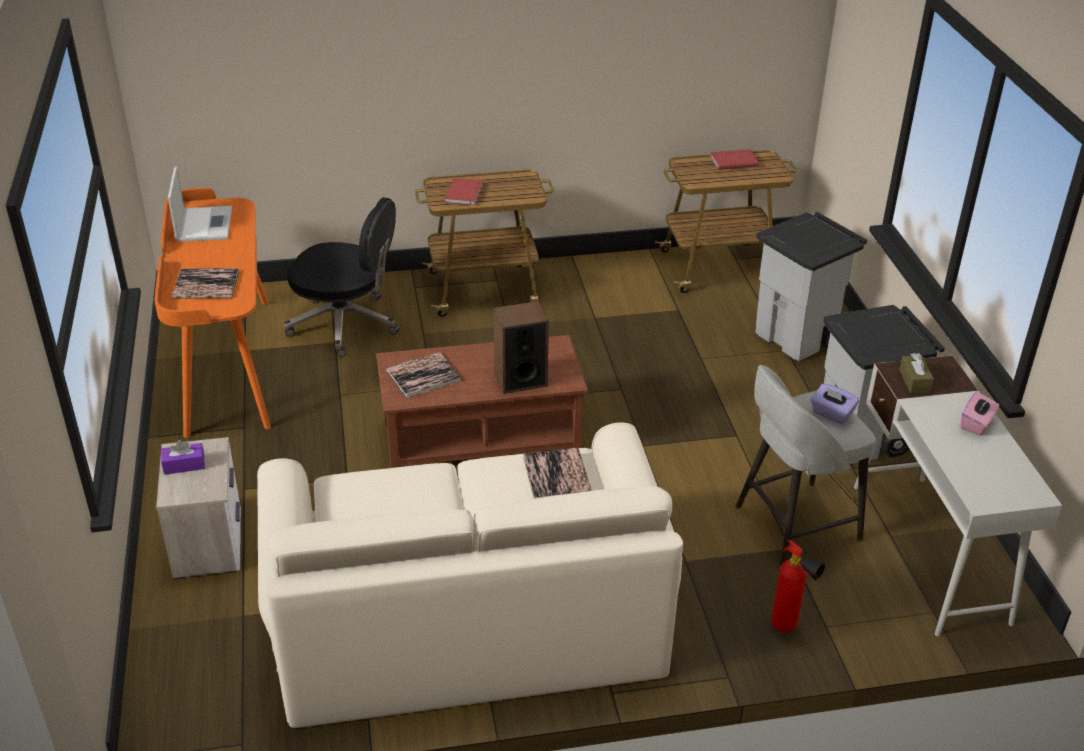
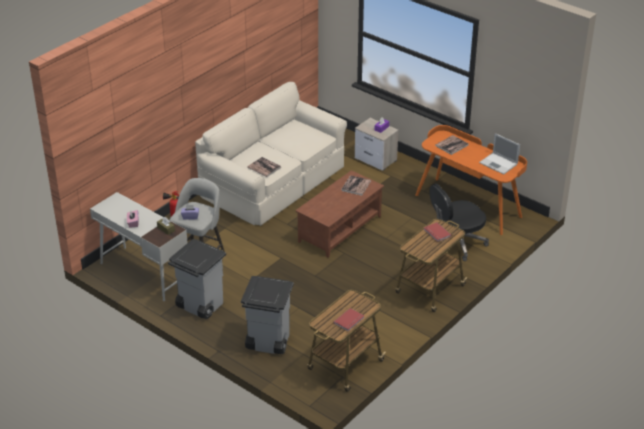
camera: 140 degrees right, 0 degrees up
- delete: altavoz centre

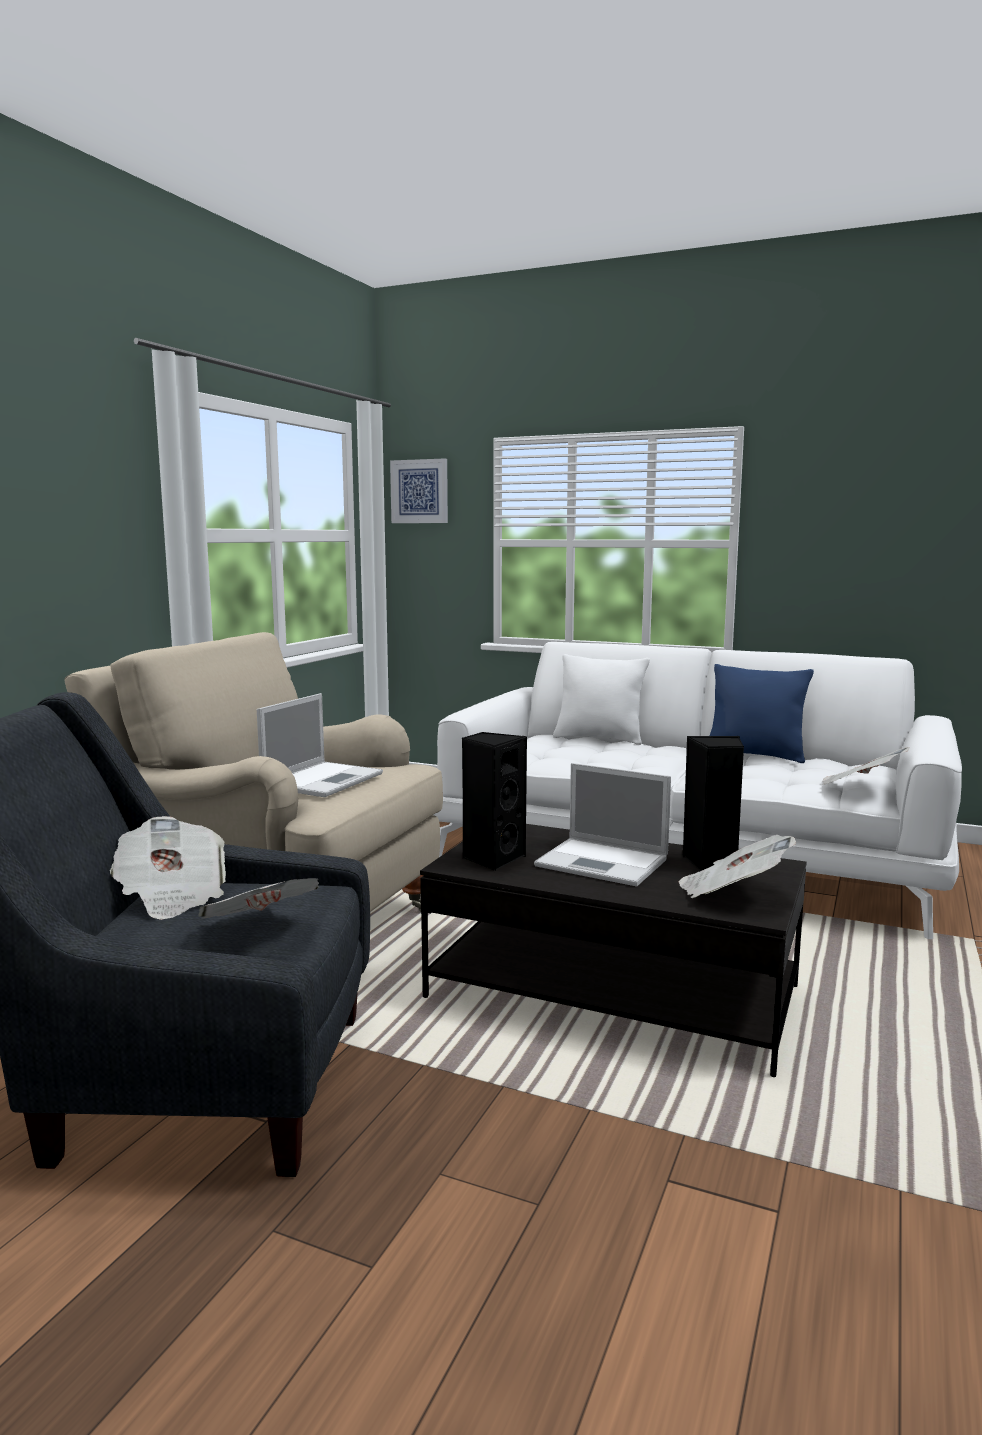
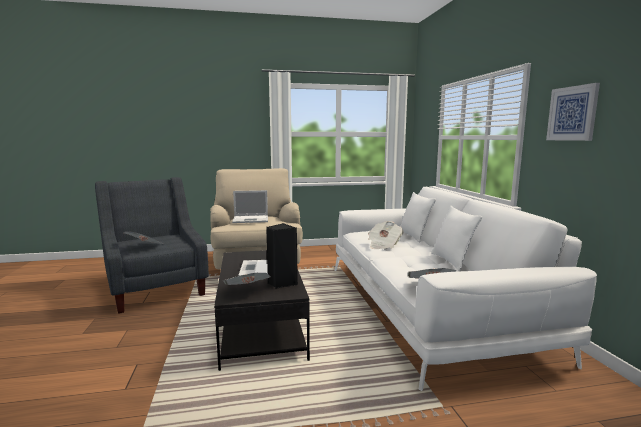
camera: 55 degrees right, 0 degrees up
- move: periódico (1st from left in the first image) middle left to periódico (3rd from left) centre
- recolor: cojín (azul) middle right to cojín (blanco) (2nd from left) middle right
- move: cuadro centre to top right
- delete: altavoz (negro) (1st from left) centre

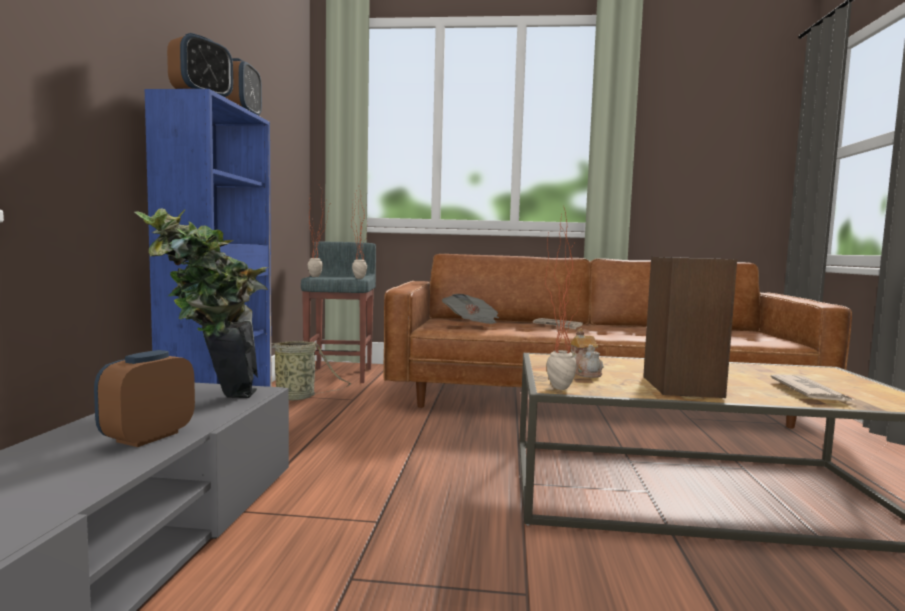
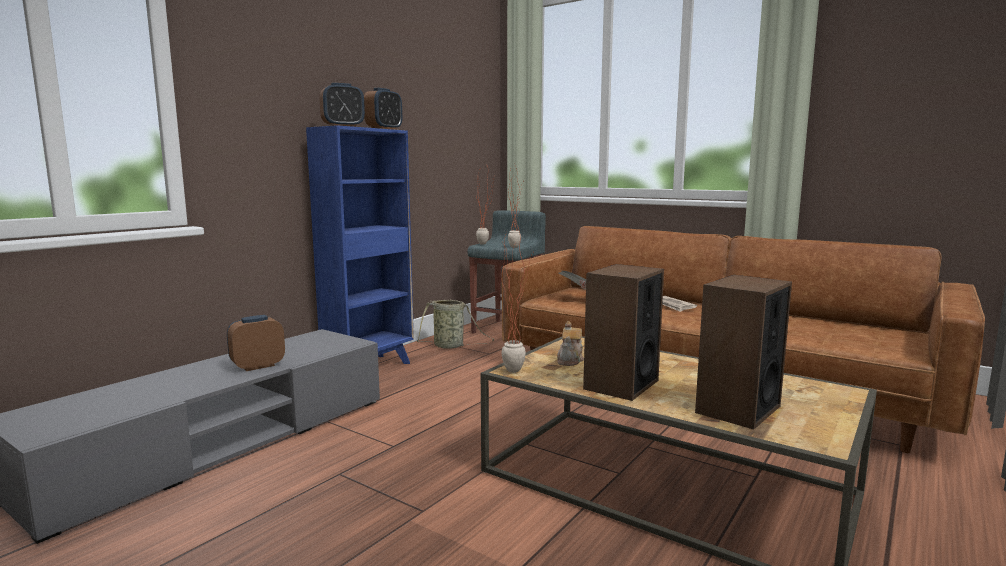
camera: 30 degrees right, 5 degrees up
- replace: periódico (3rd from left) middle right to altavoz (2nd from left) middle right
- delete: planta en maceta (1st from left) middle left

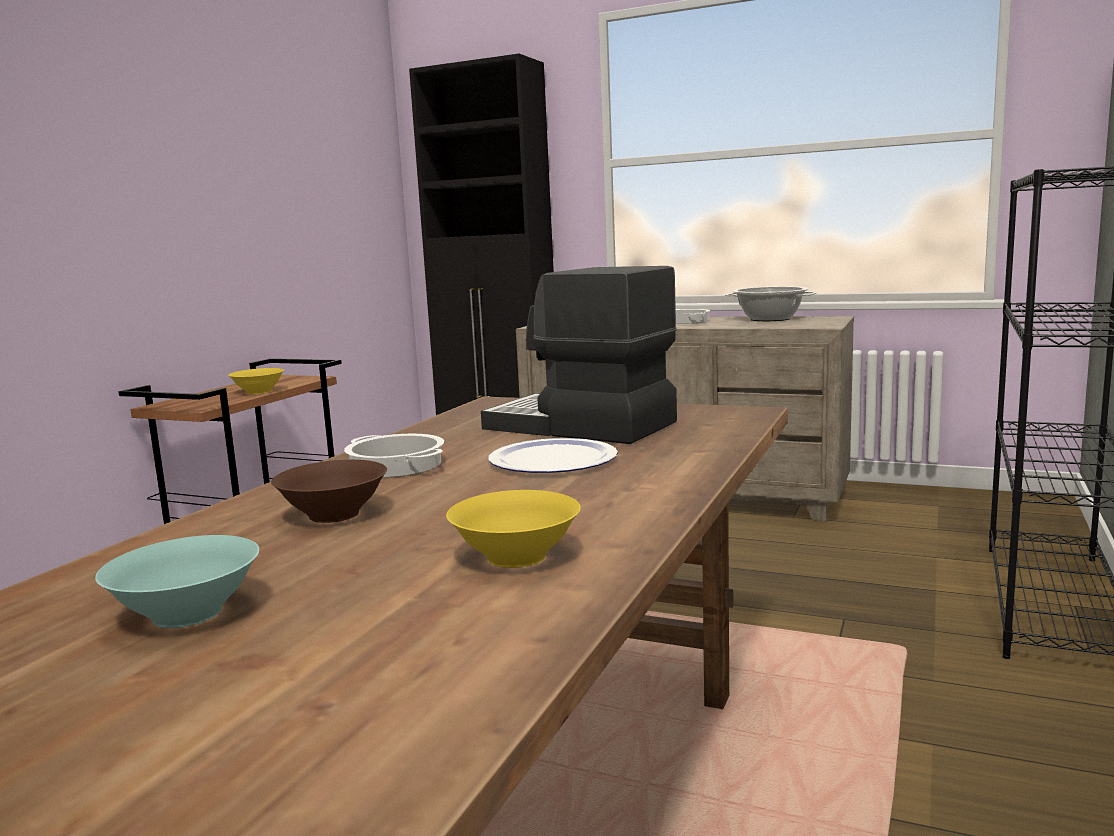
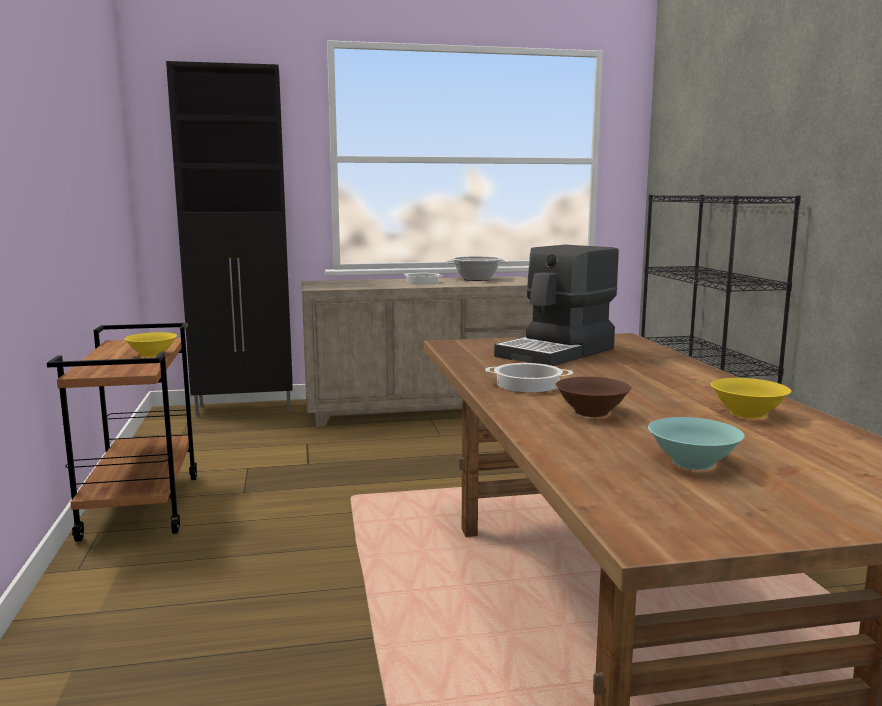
camera: 35 degrees left, 0 degrees up
- rotate: cafetera centre = centre 45 degrees counterclockwise
- delete: plato centre

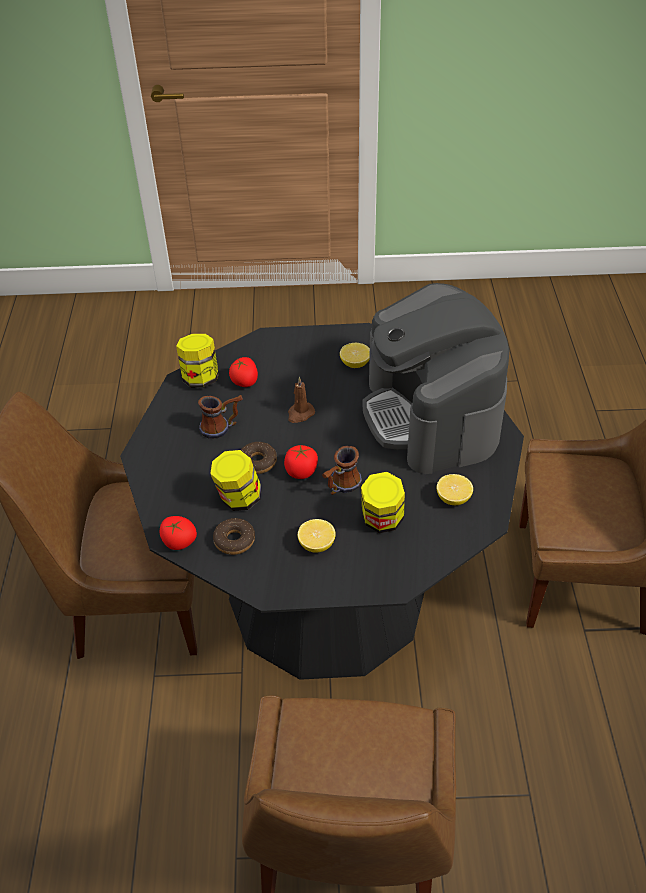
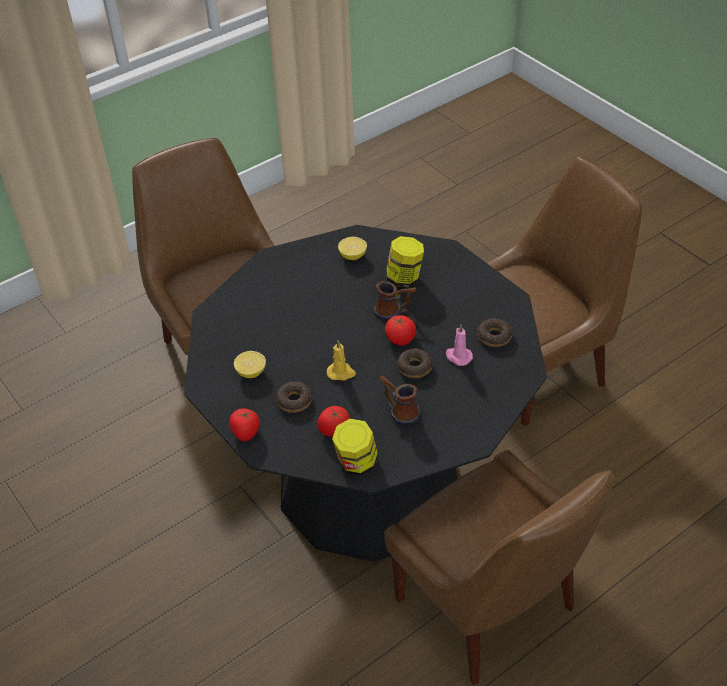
camera: 125 degrees left, 0 degrees up
- move: tomate (1st from left) middle left to centre
- insert: rosquilla (1st from left) centre
- recolor: vela (marrón) centre to vela (amarillo) centre
- replace: tarro (2nd from left) centre to vela (rosa) centre
- delete: limón (1st from left) centre
- delete: cafetera middle right

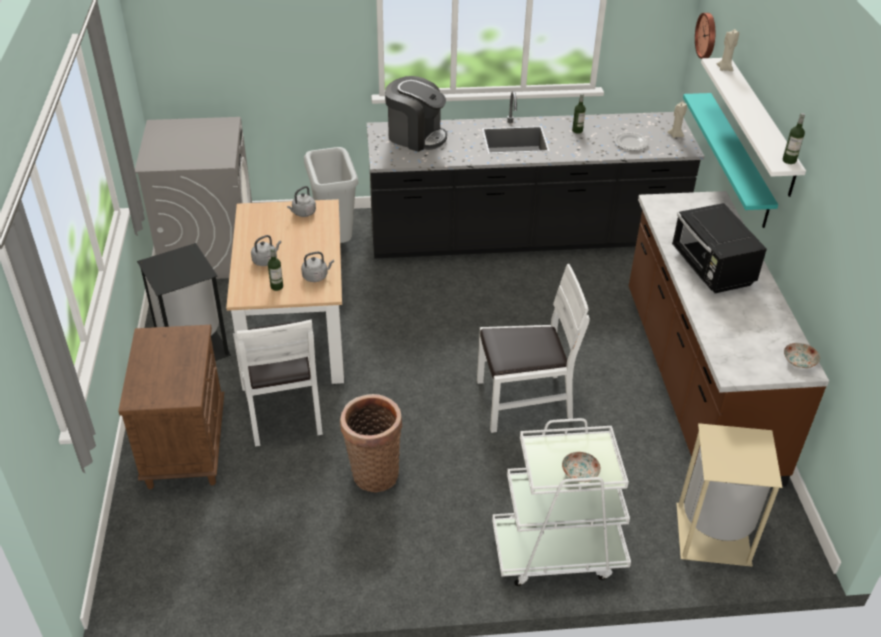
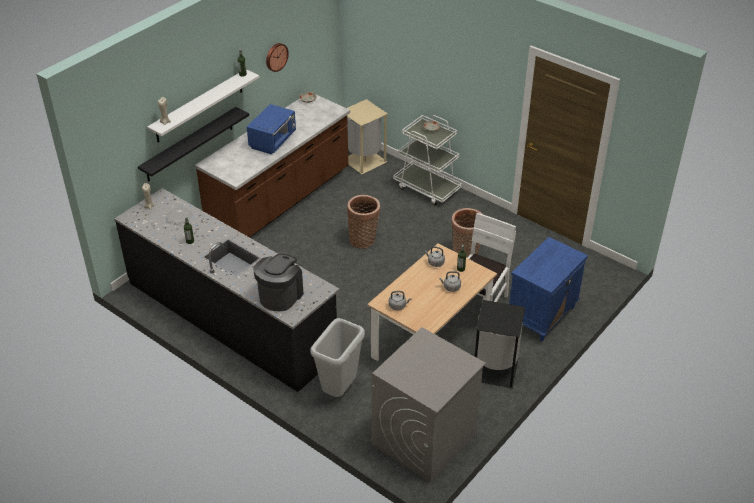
camera: 135 degrees left, 0 degrees up
- recolor: estante (turquesa) top right to estante (negro) top left
- recolor: microondas (negro) middle right to microondas (azul) top centre
- rotate: cafetera top centre = centre 45 degrees clockwise
- move: reloj de pared top right to top centre
- replace: silla (blanco) (2nd from left) centre to cesta (1st from left) centre
- recolor: mesita de noche (marrón) middle left to mesita de noche (azul) middle right

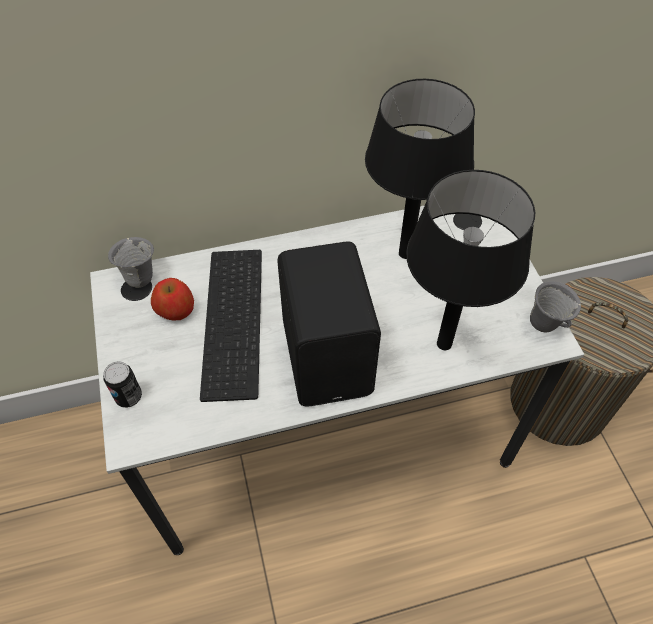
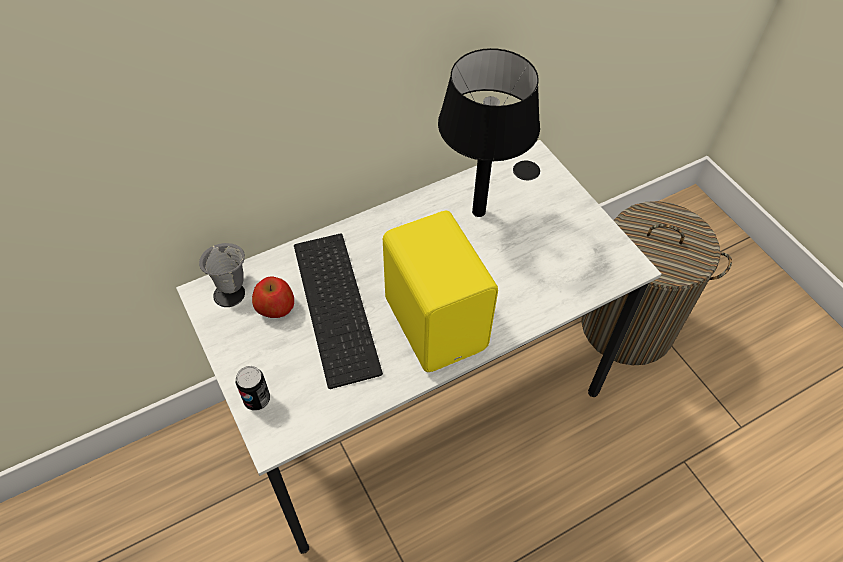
camera: 15 degrees left, 0 degrees up
- recolor: altavoz (negro) centre to altavoz (amarillo) centre
- delete: lámpara de mesa (negro) (2nd from left) middle right
- delete: taza grande (gris) (2nd from left) middle right

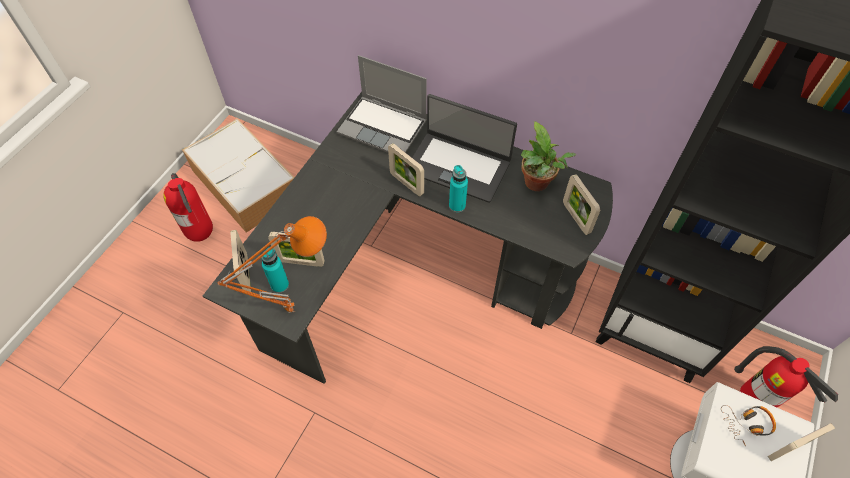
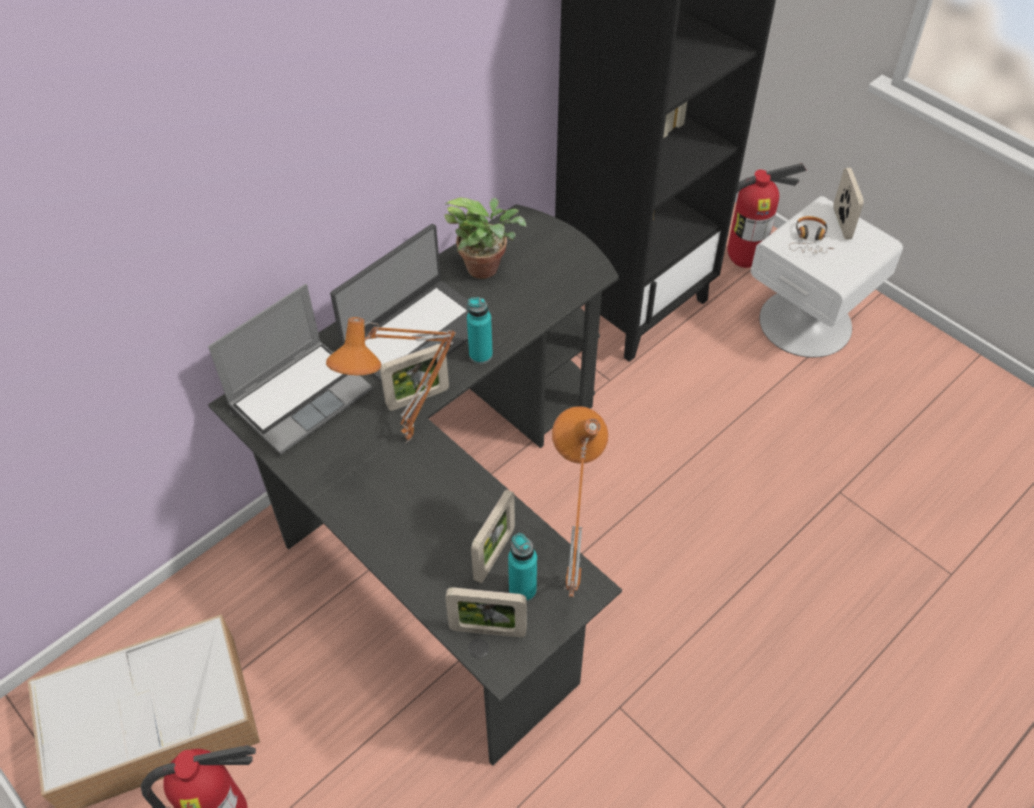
camera: 70 degrees left, 5 degrees down
- insert: lámpara de mesa (naranja) (1st from left) centre
- delete: portarretratos (4th from left) middle right

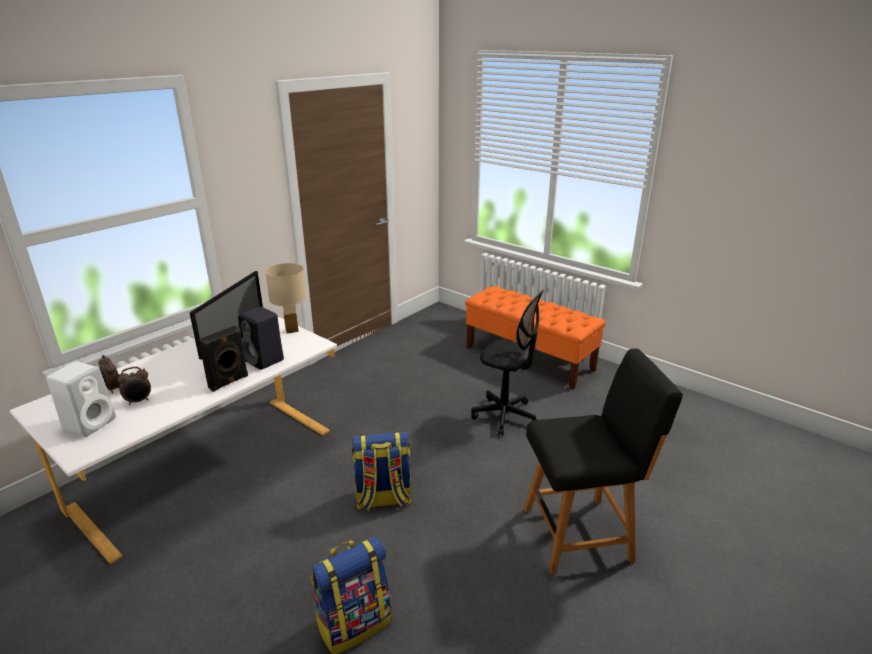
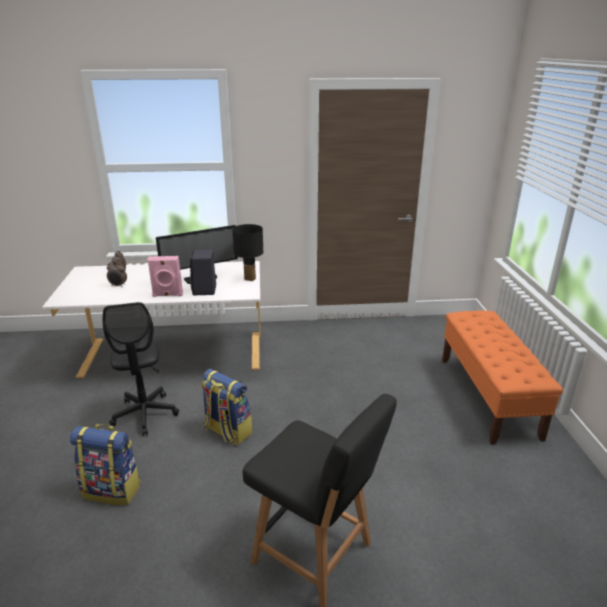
camera: 45 degrees right, 0 degrees up
- move: silla de oficina (negro) centre to middle left
- recolor: altavoz (negro) (1st from left) middle left to altavoz (rosa) middle left
- recolor: lámpara de mesa (beis) middle left to lámpara de mesa (negro) centre
- delete: altavoz (blanco) middle left

